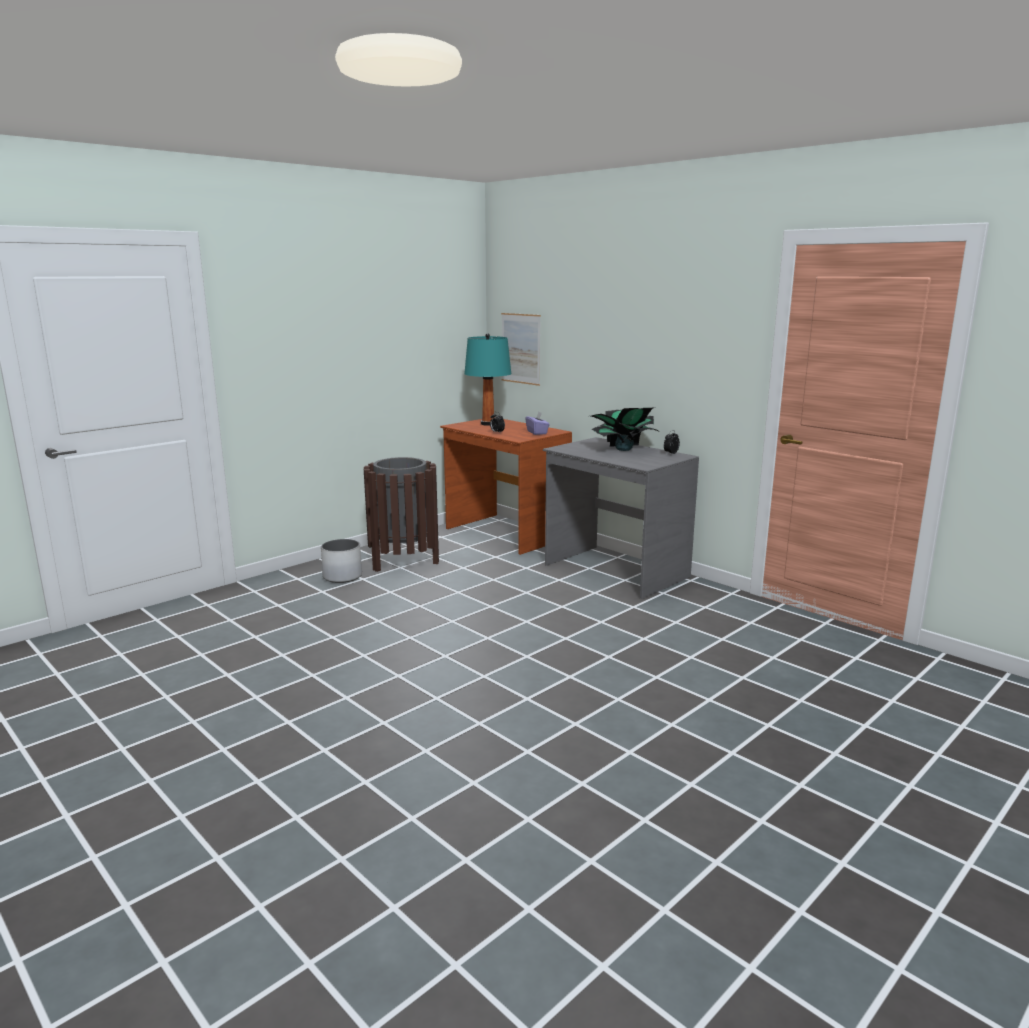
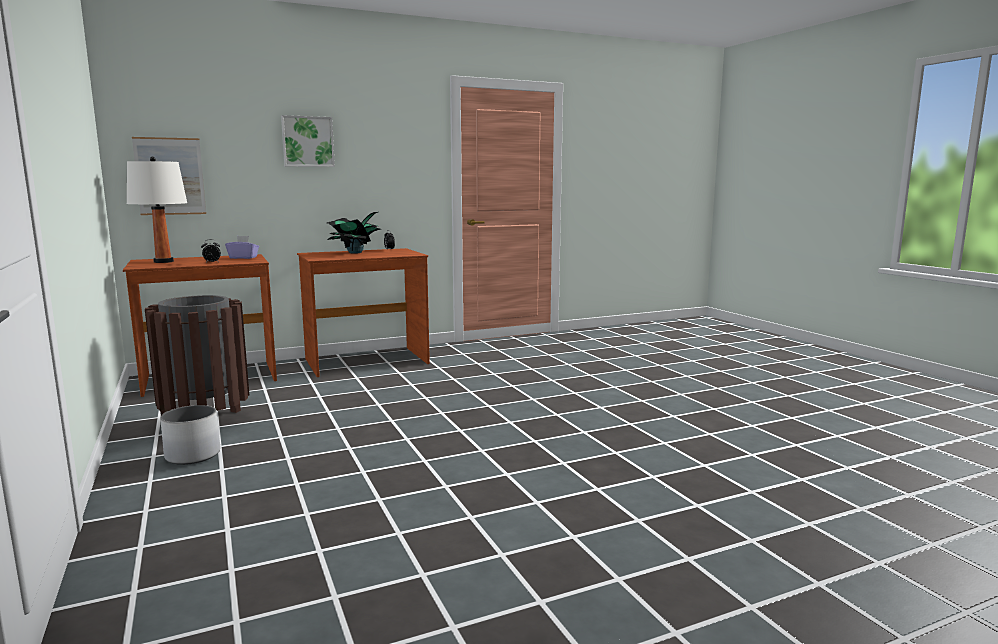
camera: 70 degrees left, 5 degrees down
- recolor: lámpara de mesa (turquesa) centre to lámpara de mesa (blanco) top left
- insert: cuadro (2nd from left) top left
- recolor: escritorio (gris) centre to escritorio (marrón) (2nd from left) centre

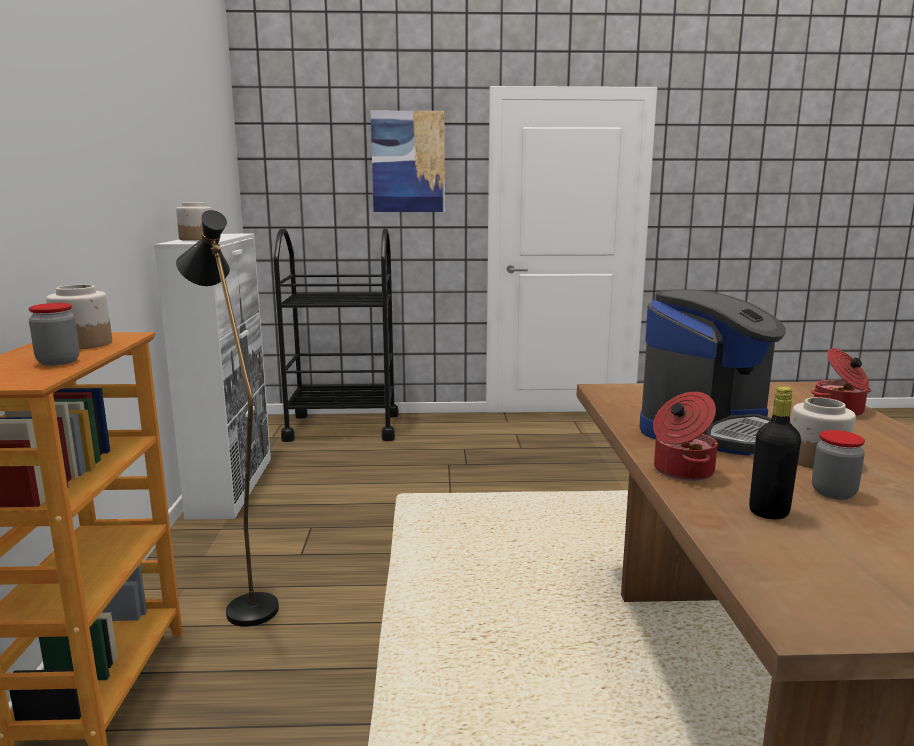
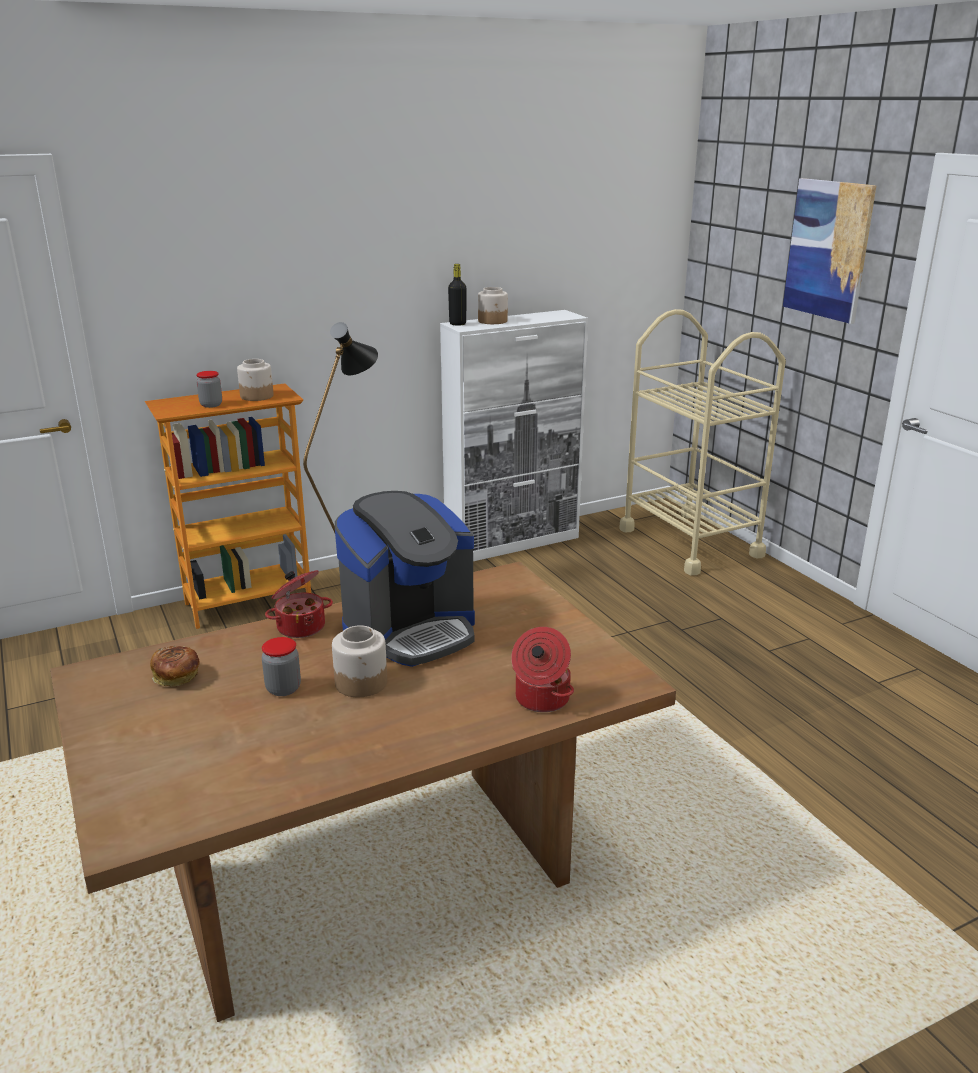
camera: 65 degrees right, 10 degrees up
- insert: pan middle left
- rotate: cafetera middle right = centre 60 degrees counterclockwise
- move: botella (negro) middle right to top centre
- recolor: carrito (negro) centre to carrito (beis) middle right

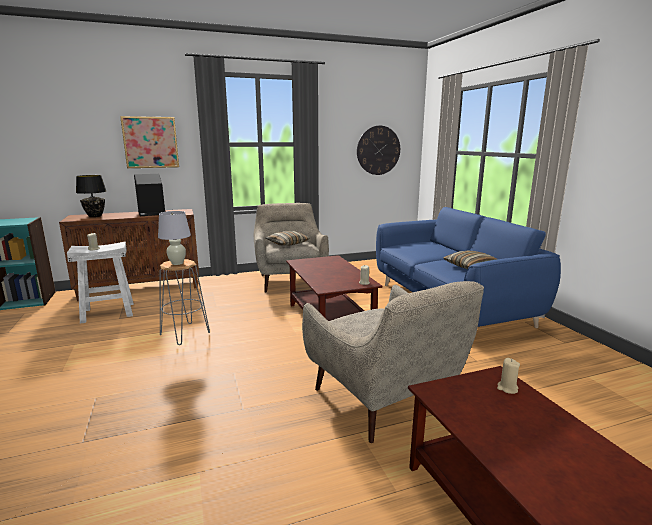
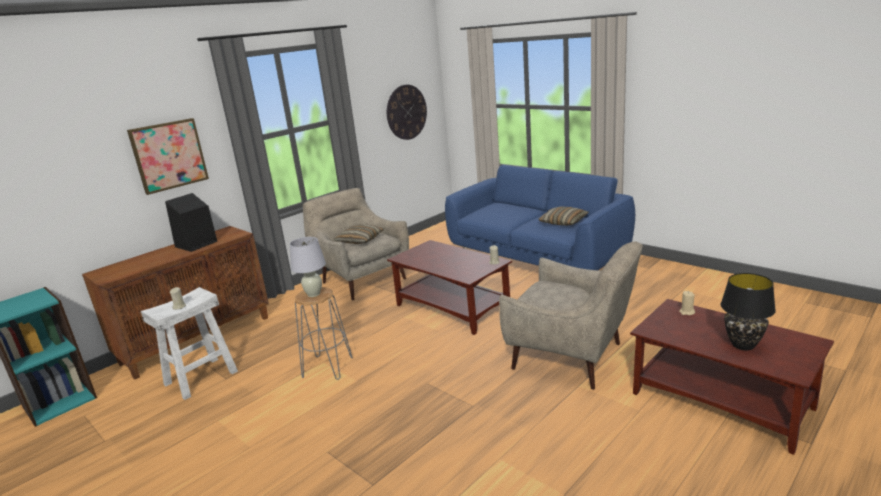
camera: 25 degrees left, 5 degrees up
- move: lámpara de mesa (negro) middle left to middle right

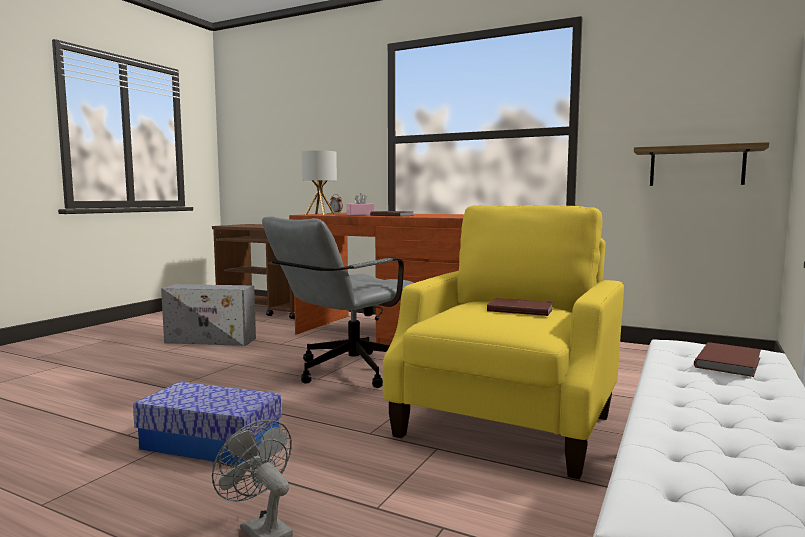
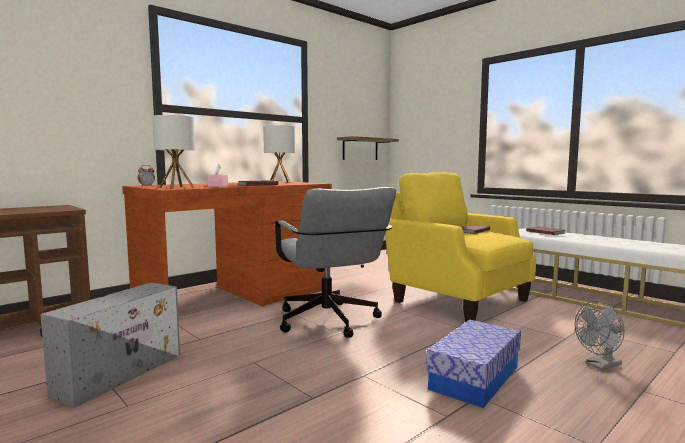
camera: 70 degrees left, 0 degrees up
- insert: lámpara de mesa (2nd from left) centre

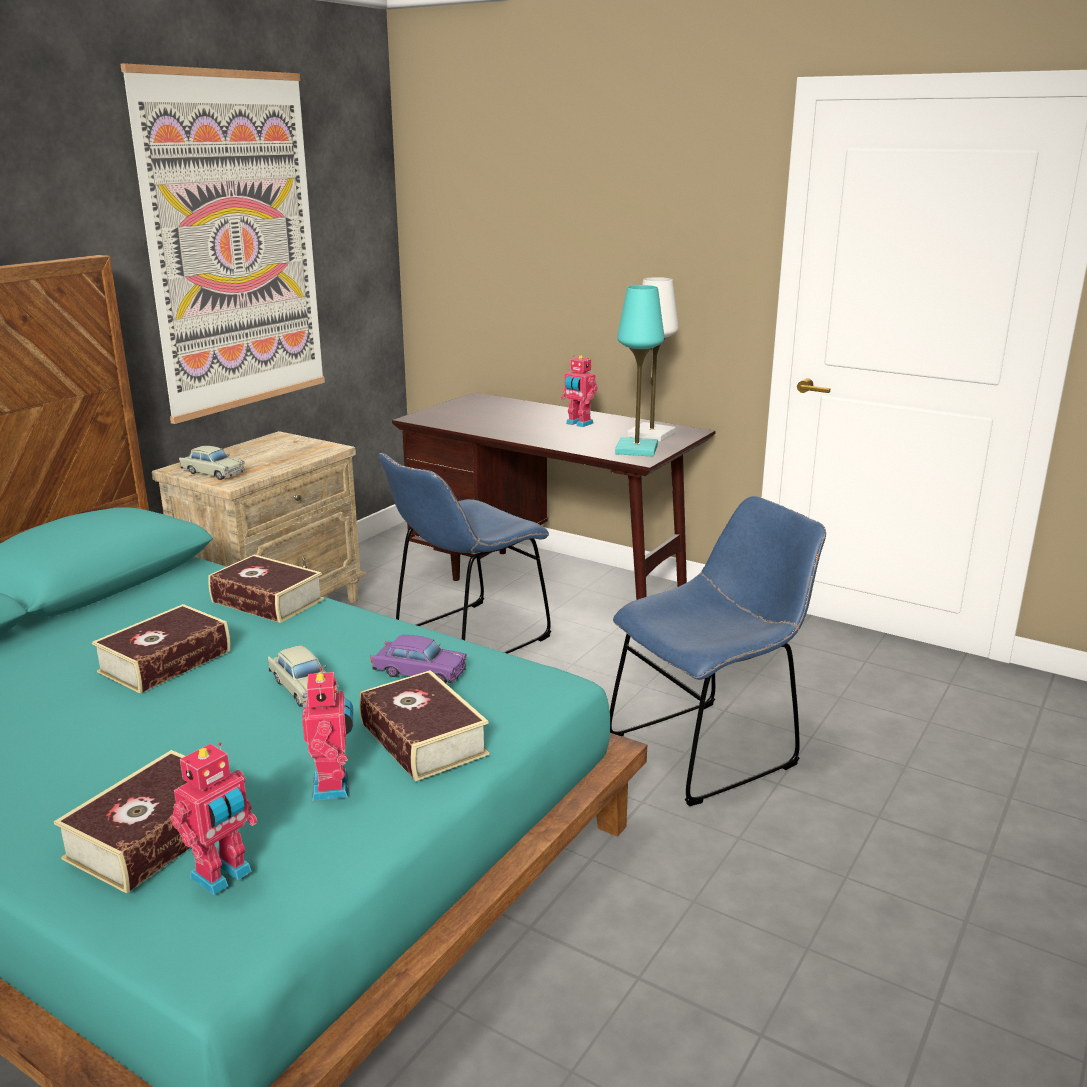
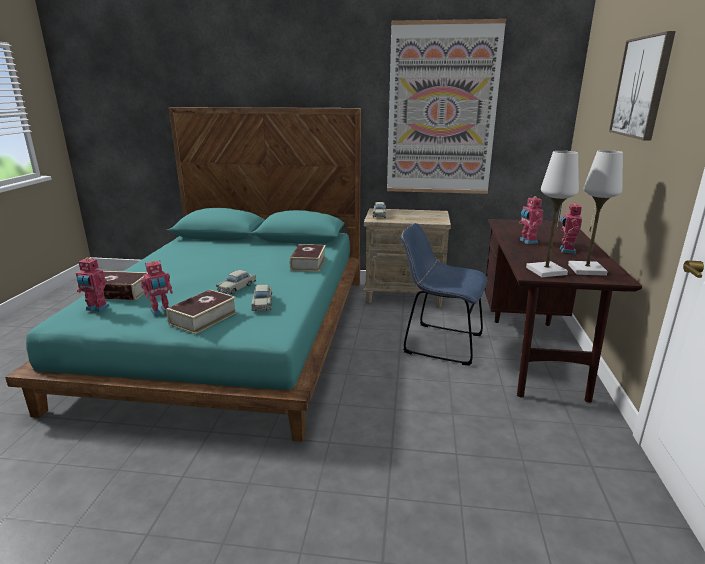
camera: 65 degrees right, 0 degrees up
- recolor: coche de juguete (morado) centre to coche de juguete (beis) (2nd from left) centre
- insert: robot de juguete (3rd from left) middle right
- recolor: lámpara de mesa (turquesa) centre to lámpara de mesa (blanco) (1st from left) middle right
- insert: cuadro (2nd from left) top right
- delete: libro (2nd from left) middle left
- delete: silla (azul) (2nd from left) centre

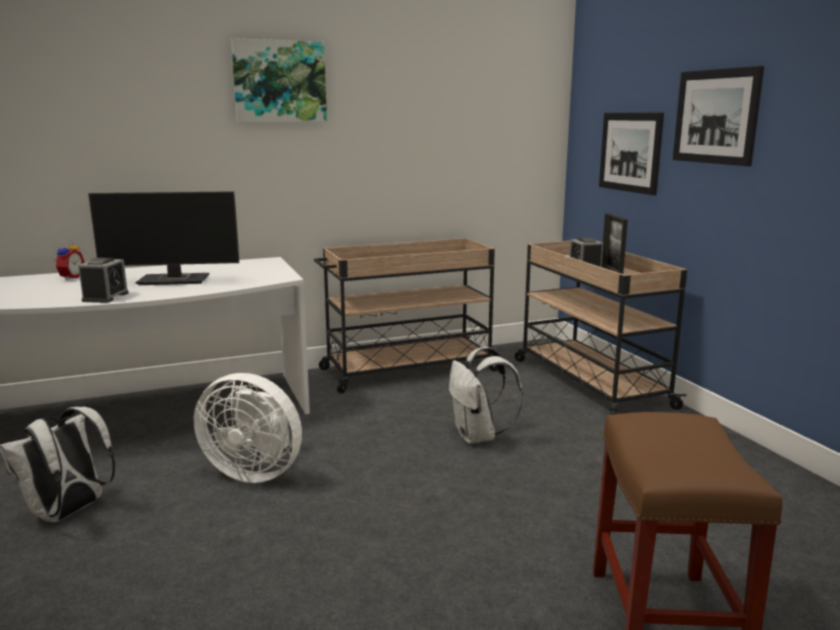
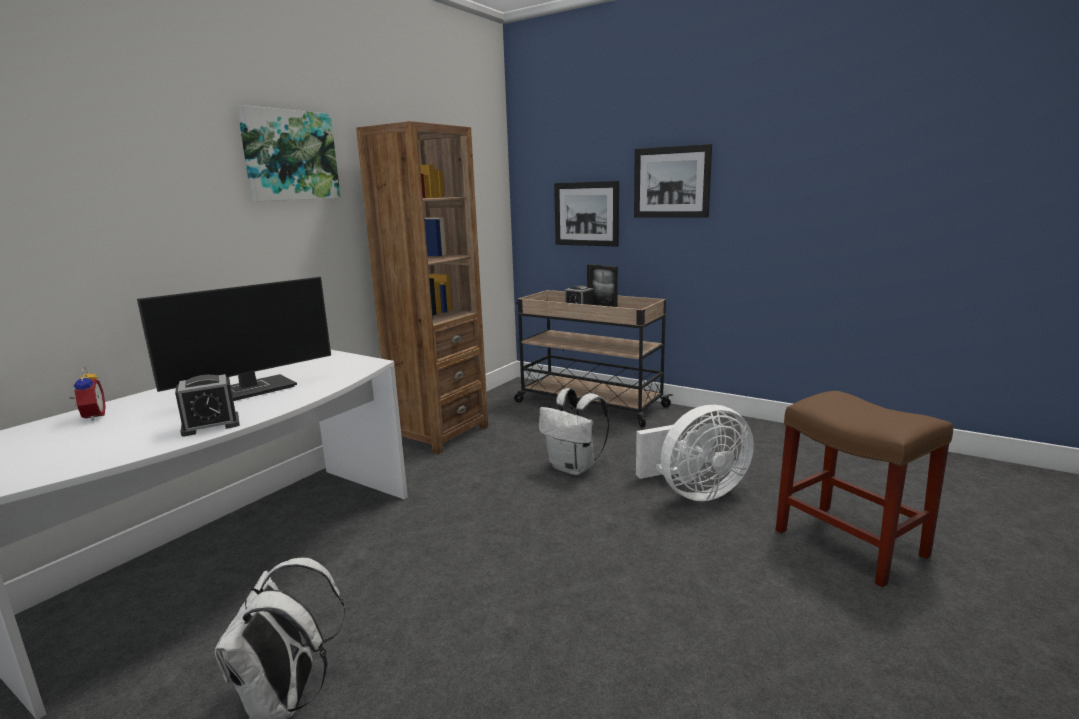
camera: 35 degrees left, 0 degrees up
- rotate: despertador (2nd from left) middle left = middle left 90 degrees clockwise
- replace: carrito (beis) (1st from left) centre to estantería (marrón) centre
- move: ventilador (blanco) bottom left to centre

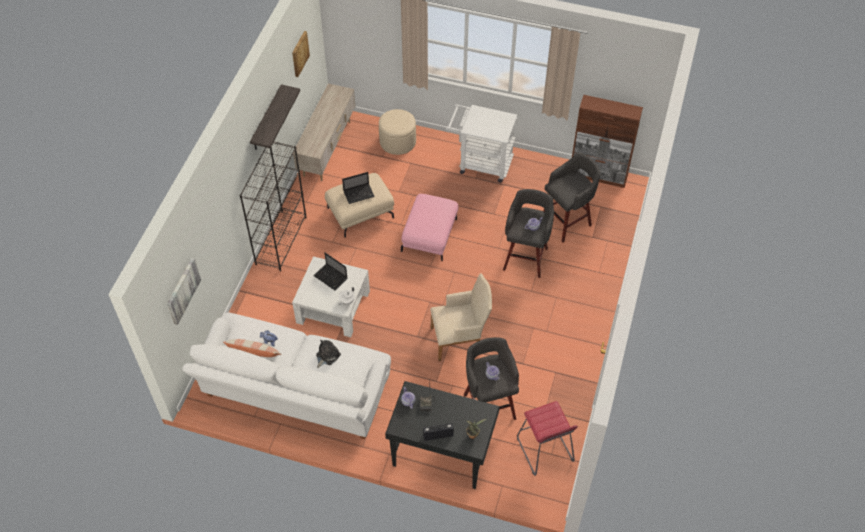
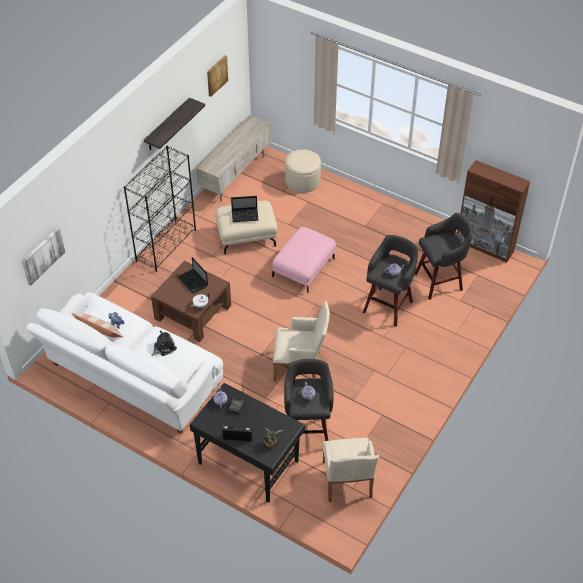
camera: 15 degrees right, 5 degrees down
- recolor: mesa de centro (blanco) centre to mesa de centro (marrón) middle left
- replace: taburete (rojo) bottom centre to sillón (beis) (2nd from left) bottom centre
- delete: carrito (blanco) top centre

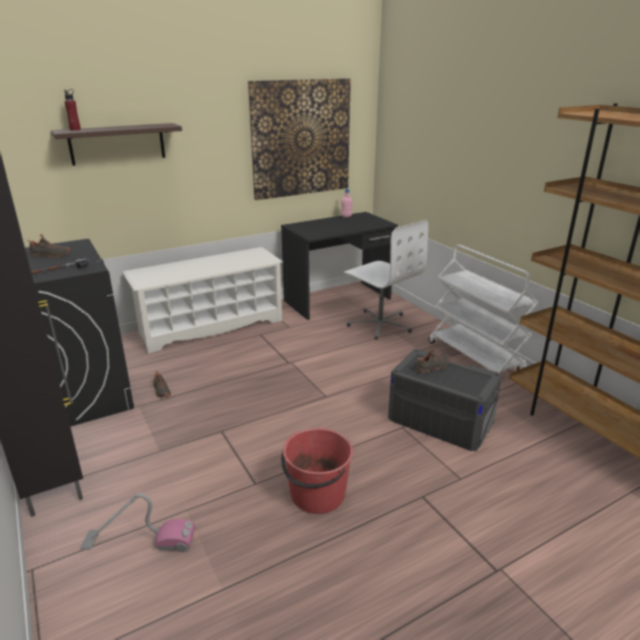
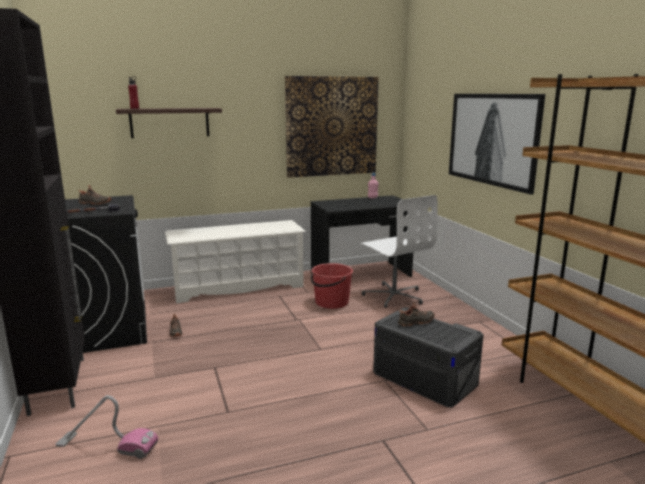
camera: 10 degrees right, 10 degrees down
- move: cubo (rojo) bottom centre to centre
- insert: cuadro (2nd from left) top right
- delete: carrito (blanco) middle right

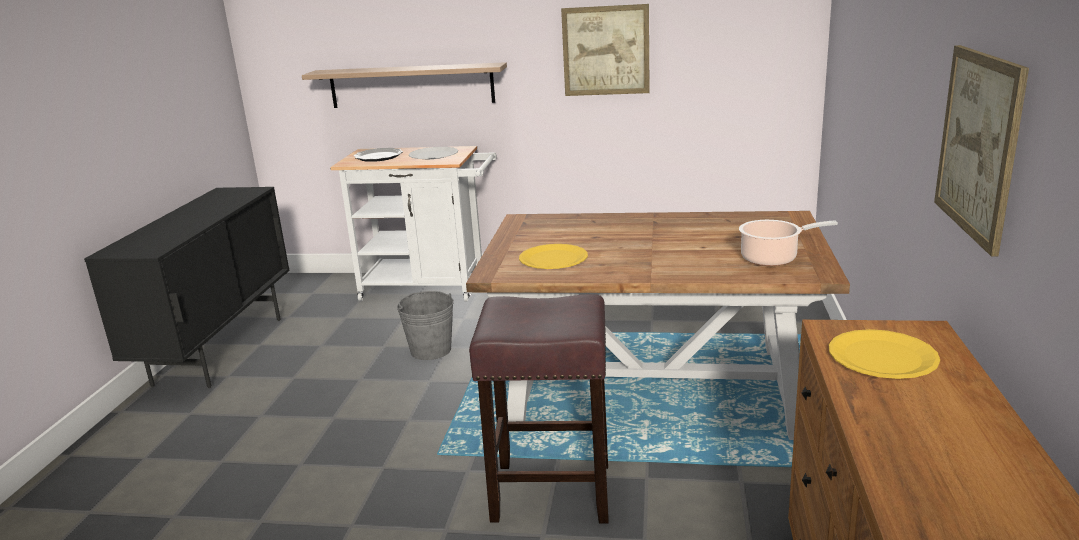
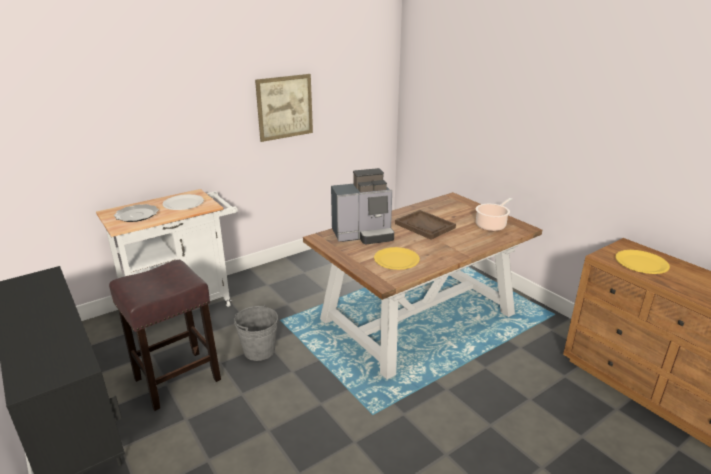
camera: 45 degrees left, 5 degrees up
- move: taburete (marrón) bottom centre to bottom left
- insert: cafetera centre
- insert: bandeja (marrón) centre
- delete: estante top centre
- delete: cuadro (2nd from left) top right

